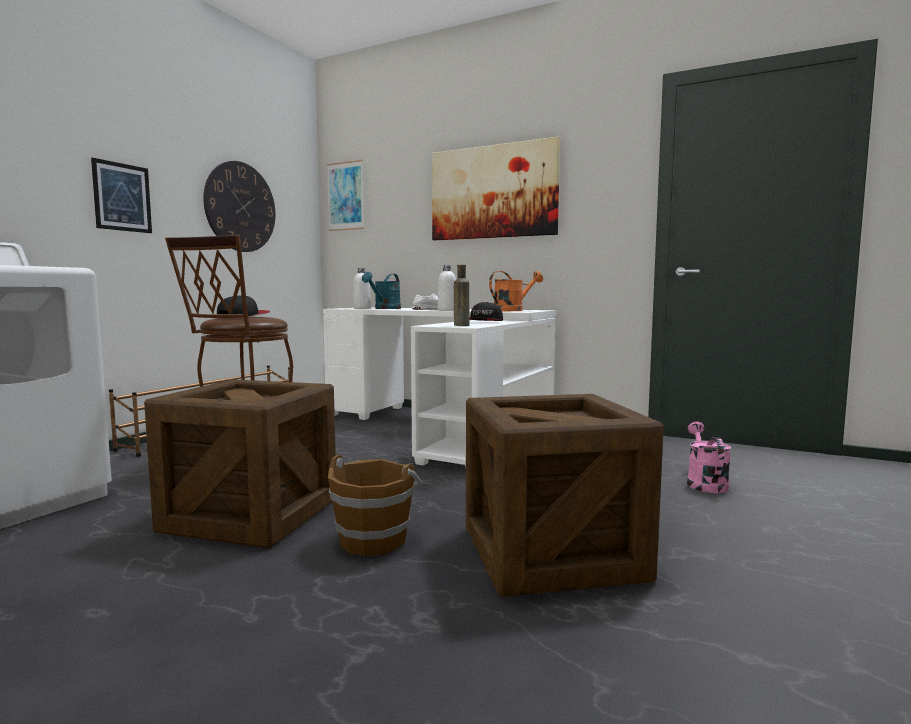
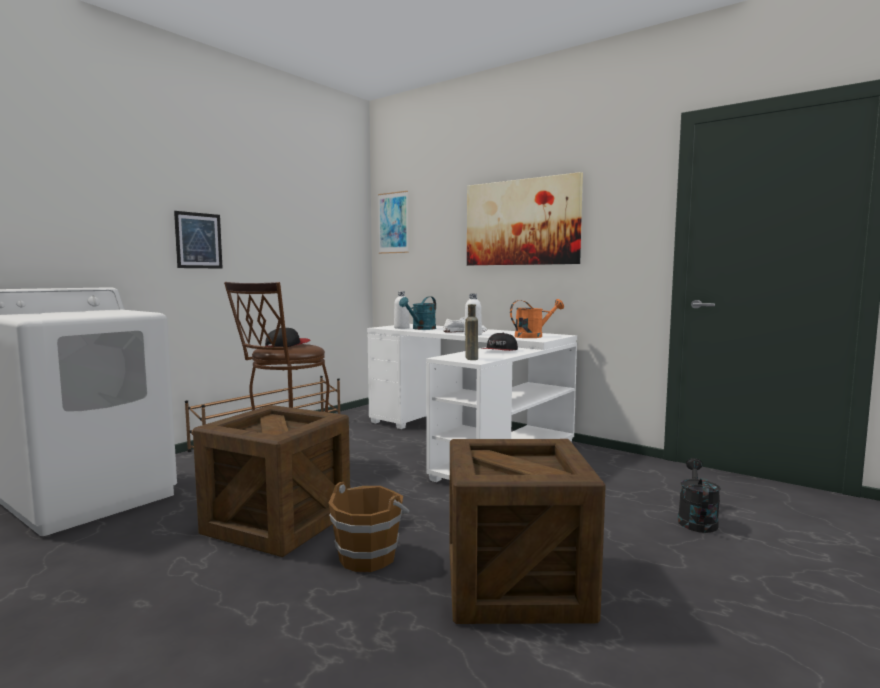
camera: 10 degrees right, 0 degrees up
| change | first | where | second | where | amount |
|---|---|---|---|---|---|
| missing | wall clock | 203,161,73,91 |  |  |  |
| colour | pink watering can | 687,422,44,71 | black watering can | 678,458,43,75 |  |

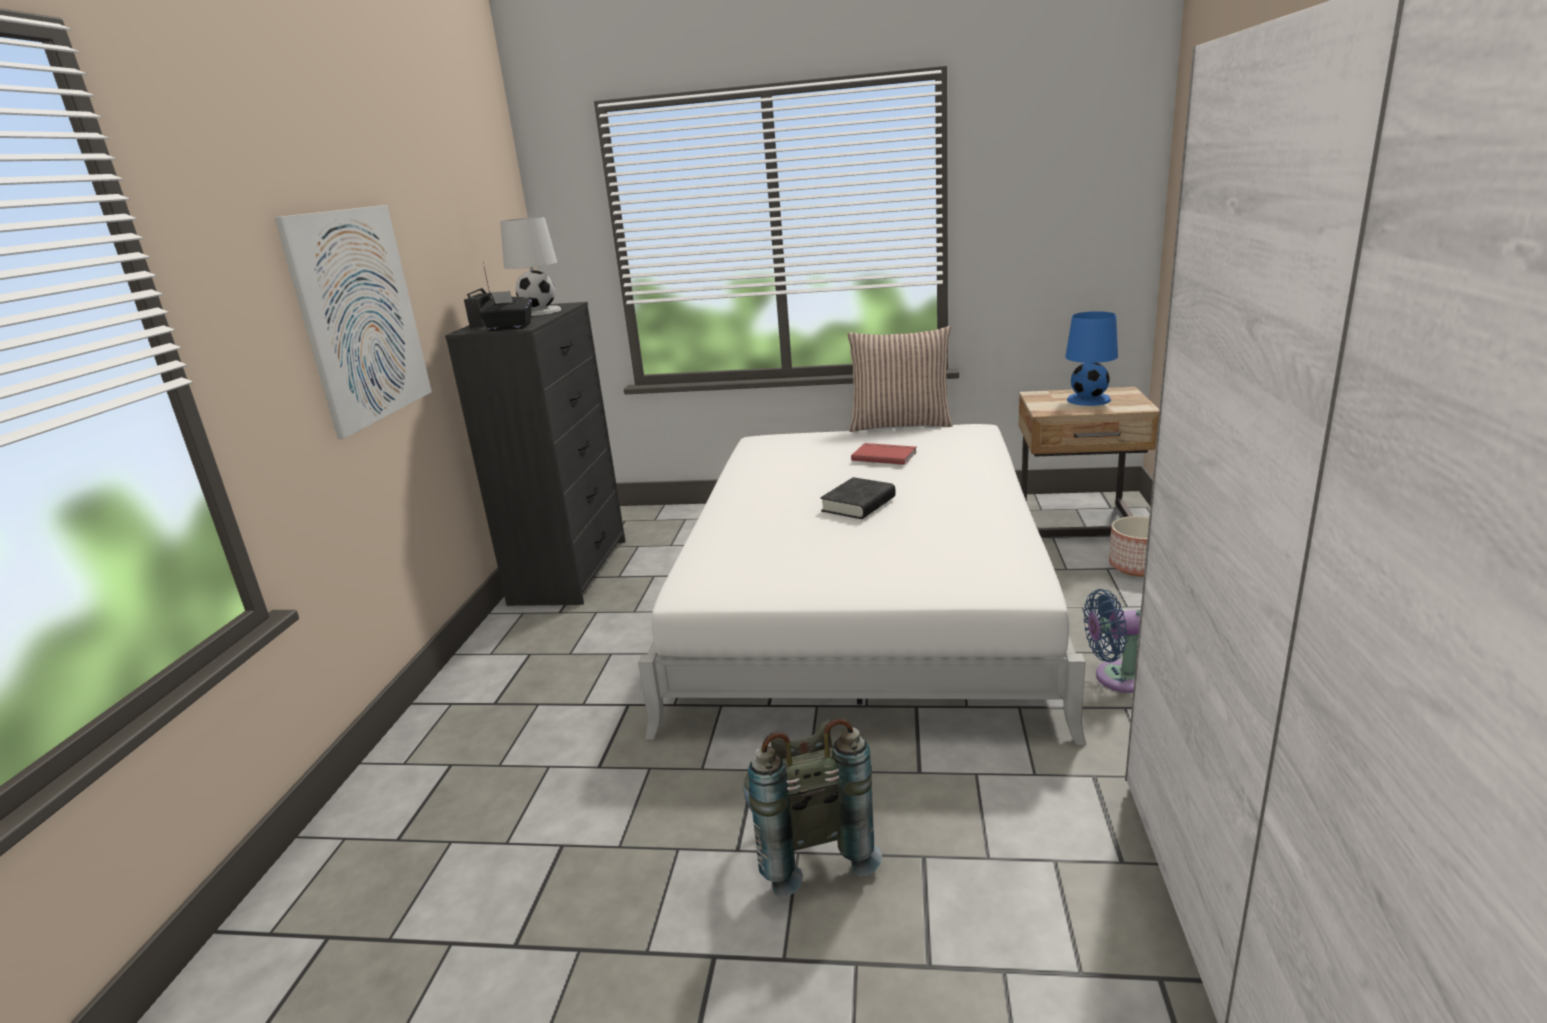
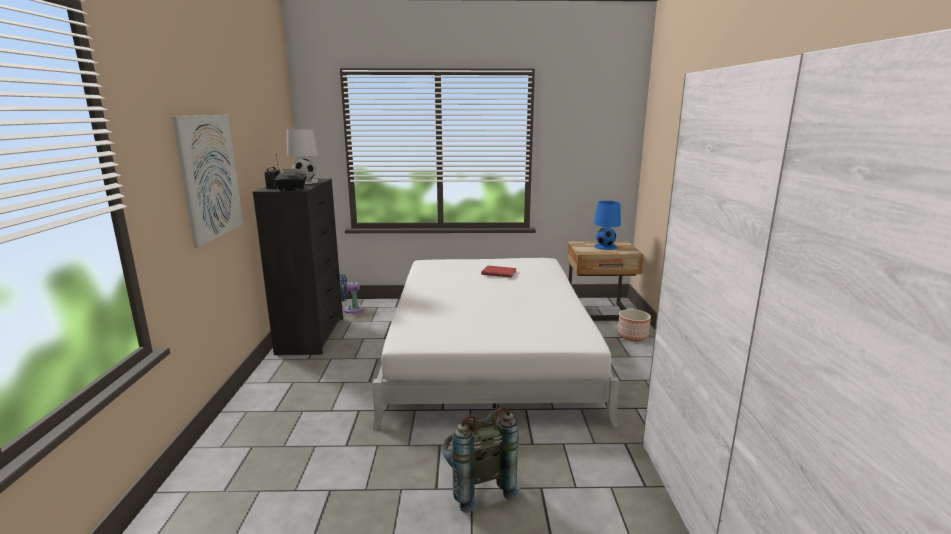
camera: 10 degrees left, 5 degrees down
| change | first | where | second | where | amount |
|---|---|---|---|---|---|
| missing | pillow | 847,326,106,106 |  |  |  |
| missing | black book | 820,477,76,42 |  |  |  |
| relocated | blue fan | 1084,589,57,104 |  | 340,274,24,39 |  |

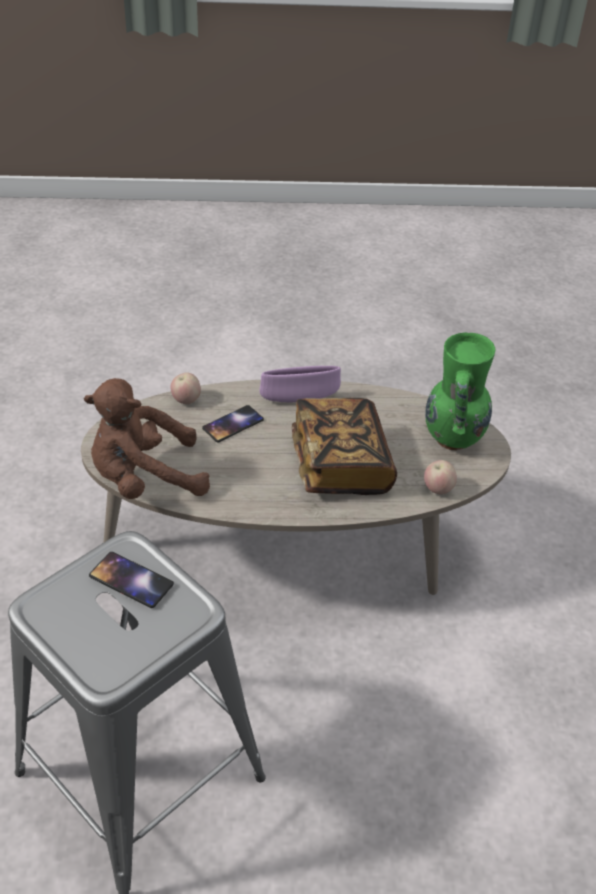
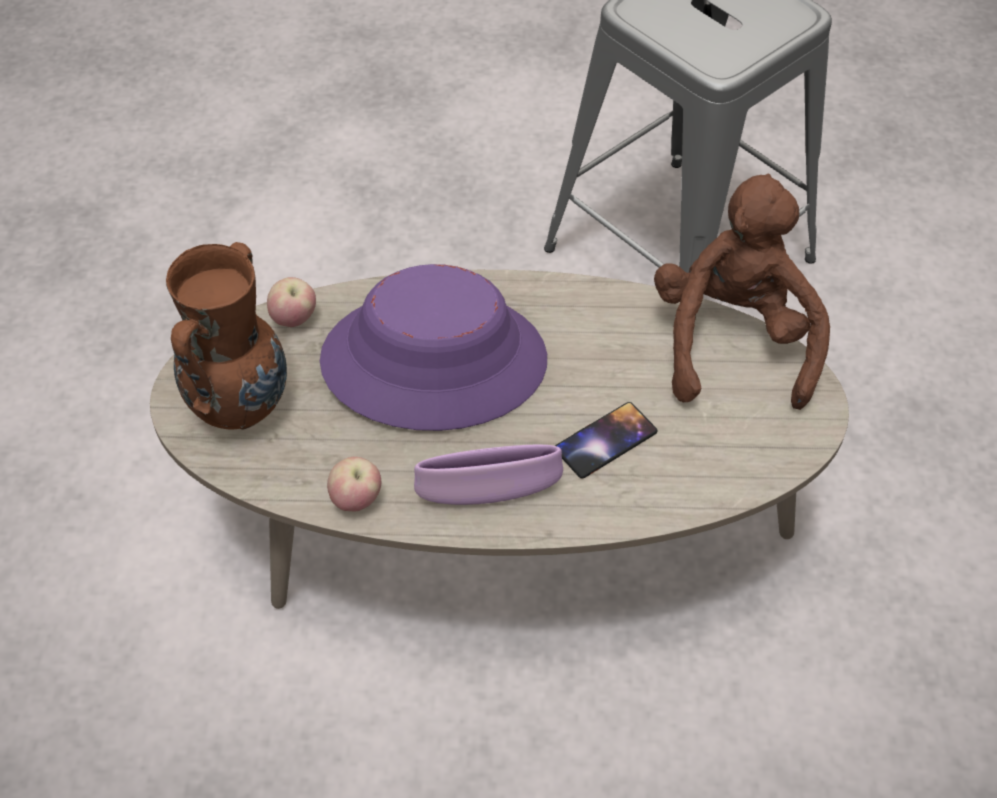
camera: 175 degrees left, 10 degrees up
| change | first | where | second | where | amount |
|---|---|---|---|---|---|
| colour | green vase | 425,332,70,119 | brown vase | 166,242,121,188 |  |
| relocated | apple | 171,372,30,32 |  | 327,457,54,54 |  |
| spun | brown plush toy | 84,378,126,121 |  | 654,174,176,236 | 75 degrees counterclockwise |
| exchanged | book | 292,398,105,97 | purple hat | 320,264,227,167 |  |
| missing | phone | 89,552,85,56 |  |  |  |

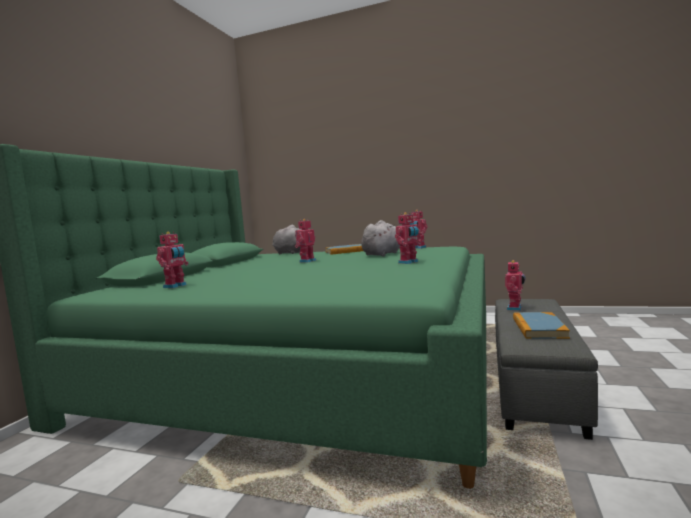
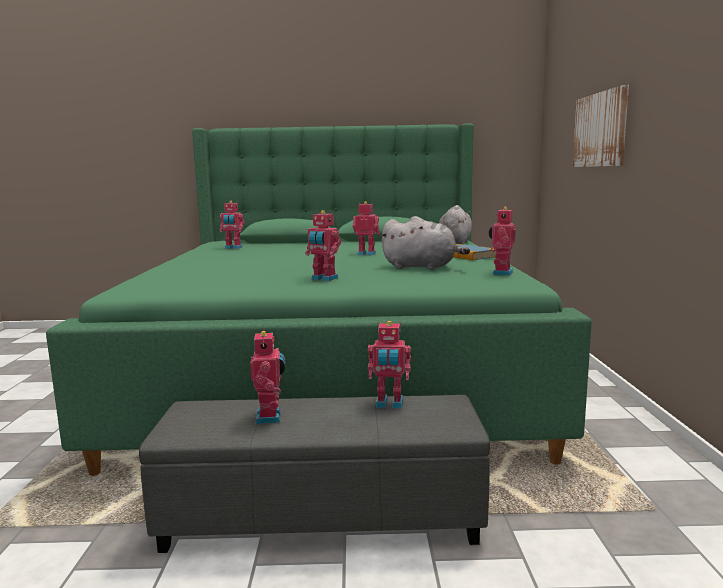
camera: 70 degrees right, 5 degrees up
| change | first | where | second | where | amount |
|---|---|---|---|---|---|
| exchanged | book | 513,312,57,27 | toy robot | 250,329,35,95 |  |
| appeared |  |  | picture | 573,85,56,82 |  |

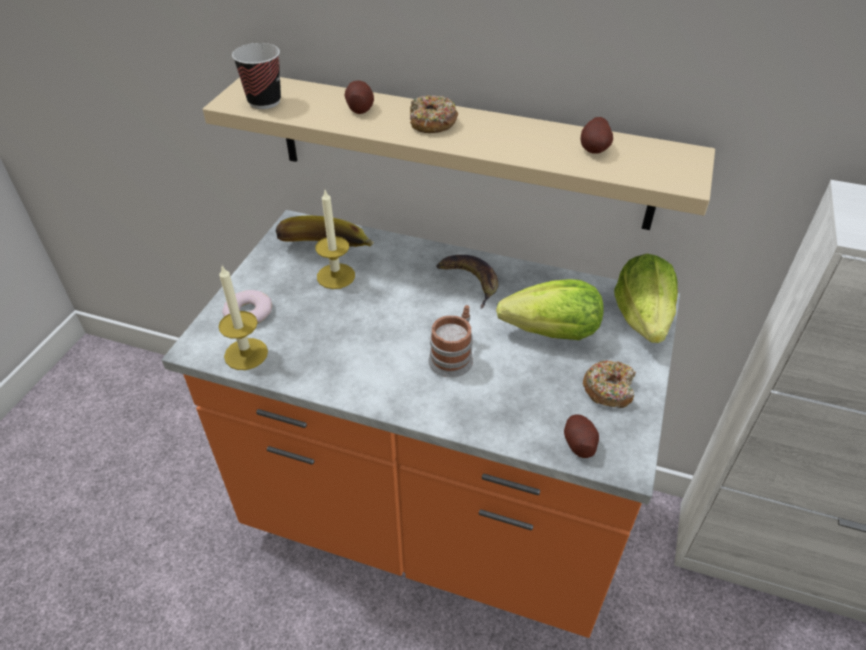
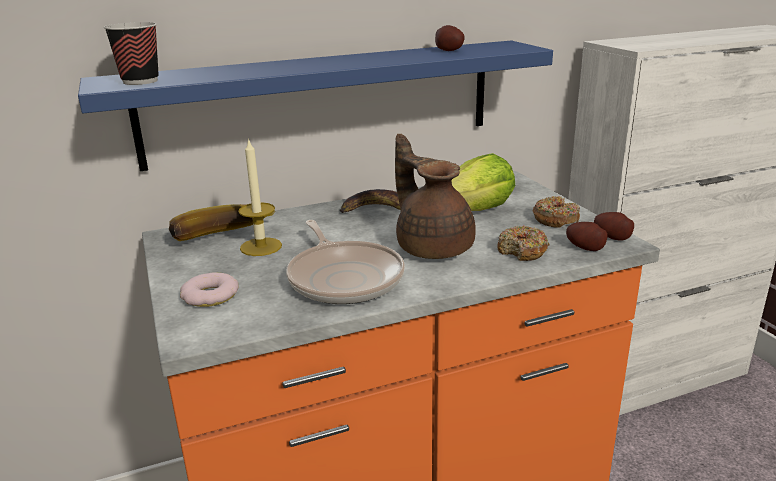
camera: 40 degrees left, 20 degrees down
| change | first | where | second | where | amount |
|---|---|---|---|---|---|
| colour | beige shelf | 203,77,512,153 | blue shelf | 78,40,475,131 |  |
| relocated | potato | 344,81,30,33 |  | 594,212,40,29 |  |
| relocated | donut | 410,95,48,38 |  | 497,225,53,36 |  |
| missing | lettuce | 614,254,64,89 |  |  |  |
| missing | candle | 218,266,50,104 |  |  |  |
| exchanged | mug | 428,305,45,73 | brown teapot | 395,134,81,125 |  |
| appeared |  |  | frying pan | 286,220,119,84 |  |

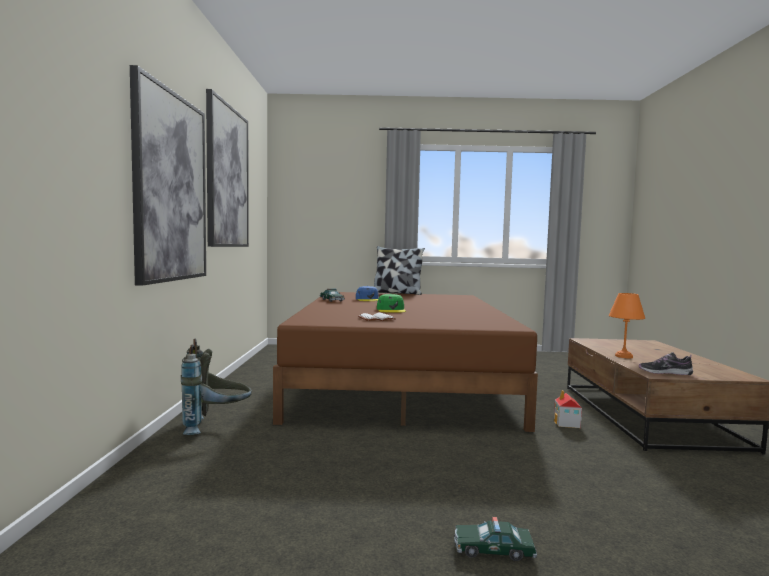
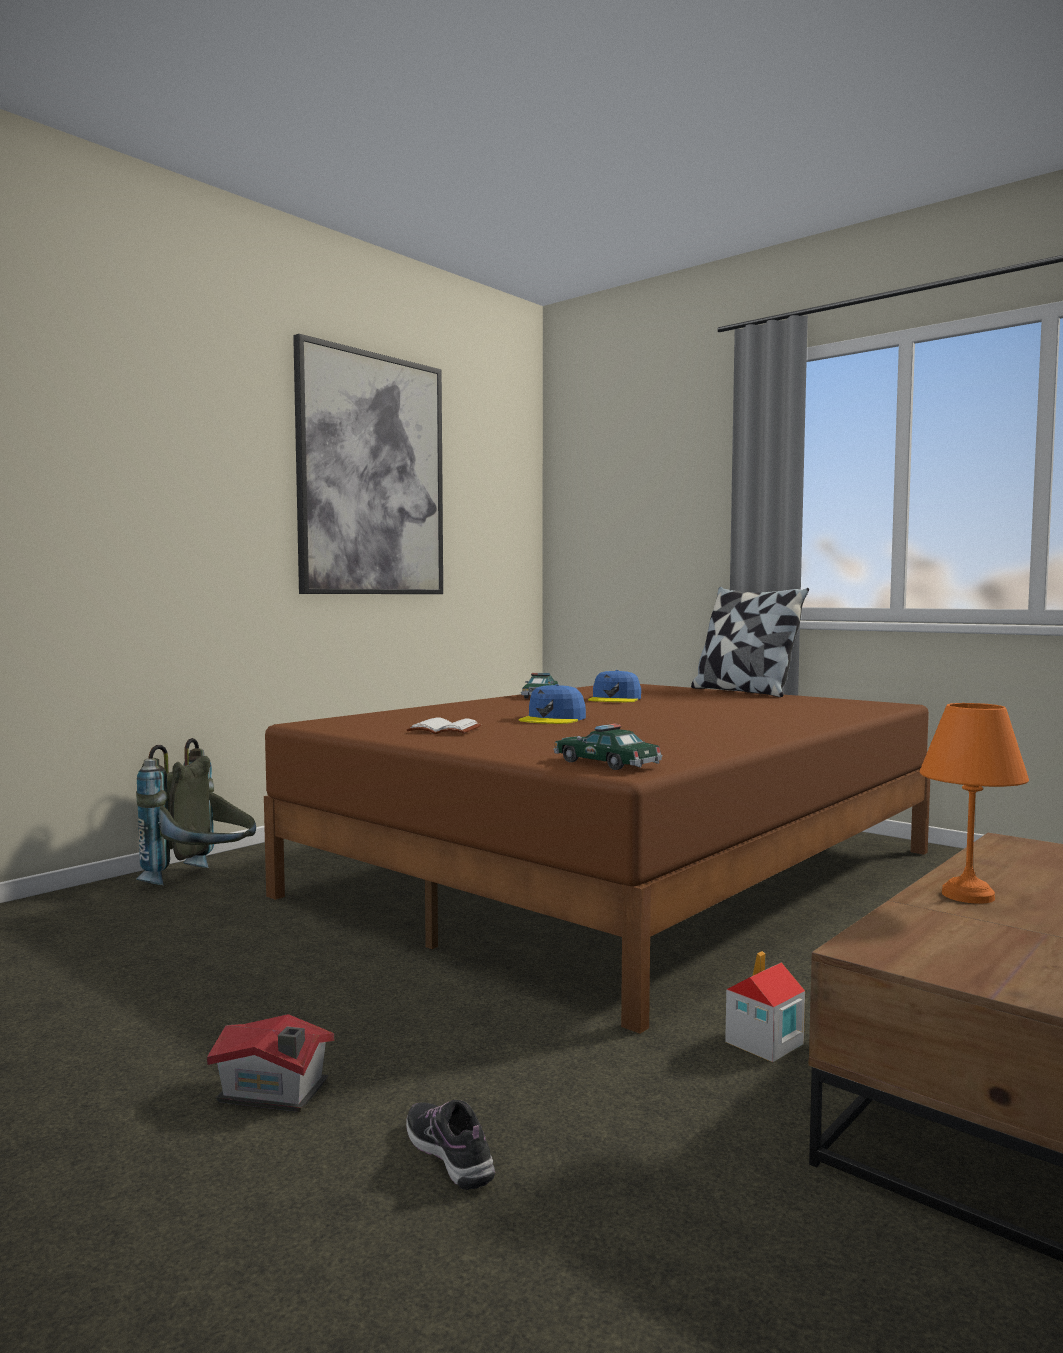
camera: 40 degrees right, 0 degrees up
| change | first | where | second | where | amount |
|---|---|---|---|---|---|
| missing | picture | 130,65,76,221 |  |  |  |
| colour | green cap | 377,294,29,19 | blue cap | 519,684,67,40 |  |
| relocated | shoe | 639,352,54,23 |  | 406,1100,89,90 |  |
| relocated | toy car | 454,517,83,44 |  | 553,724,109,46 |  |
| appeared |  |  | toy house | 207,1014,127,98 |  |

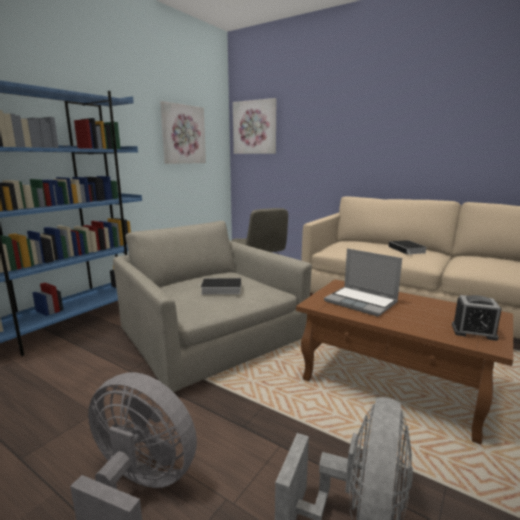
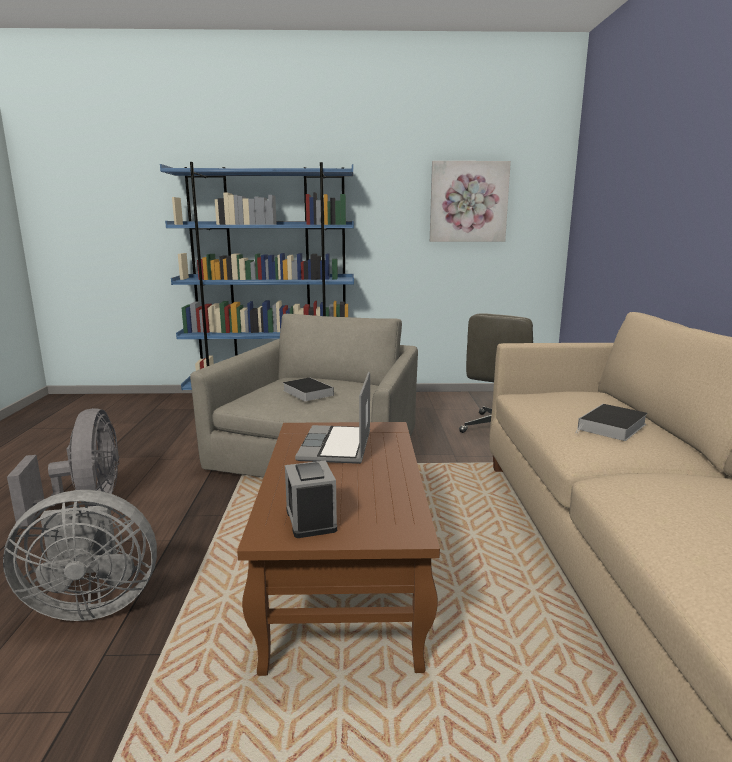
camera: 55 degrees right, 0 degrees up
| change | first | where | second | where | amount |
|---|---|---|---|---|---|
| missing | picture | 233,98,43,56 |  |  |  |

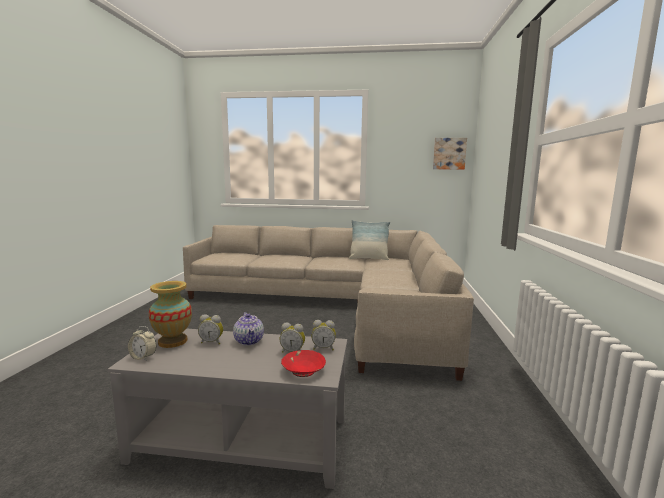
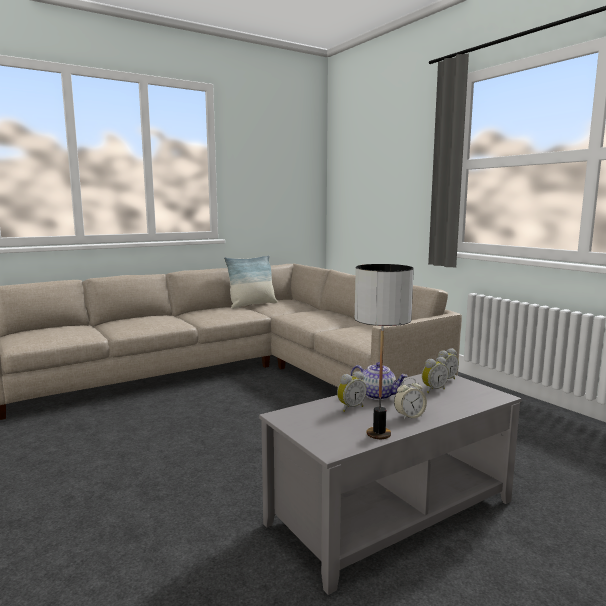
camera: 40 degrees left, 0 degrees up
| change | first | where | second | where | amount |
|---|---|---|---|---|---|
| missing | picture | 433,138,34,32 |  |  |  |
| missing | vase | 149,281,43,67 |  |  |  |
| relocated | alarm clock | 128,326,29,35 |  | 394,378,33,41 |  |
| missing | red bowl | 281,350,45,27 |  |  |  |
| appeared |  |  | table lamp | 355,264,59,175 |  |

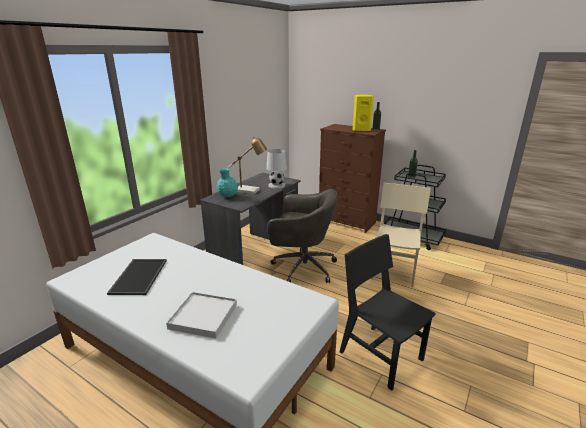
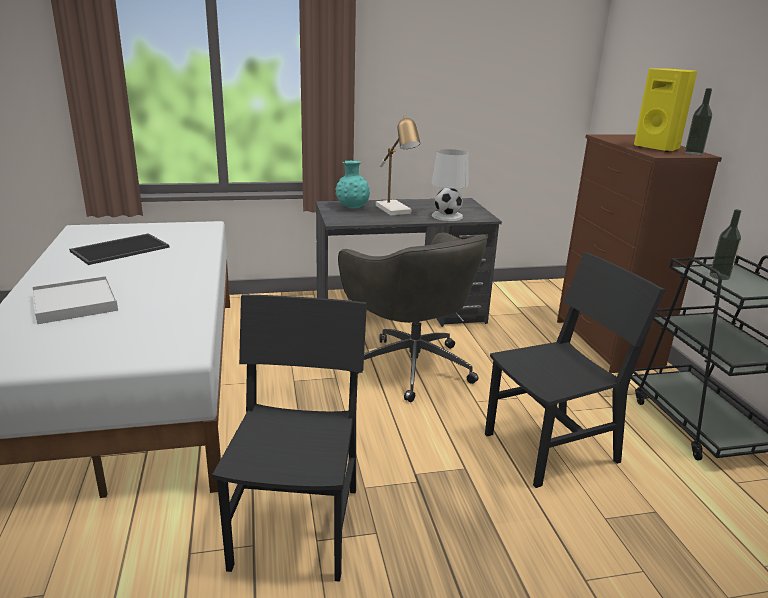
camera: 45 degrees right, 0 degrees up
| change | first | where | second | where | amount |
|---|---|---|---|---|---|
| colour | beige chair | 371,183,60,104 | black chair | 485,252,180,236 |  |

